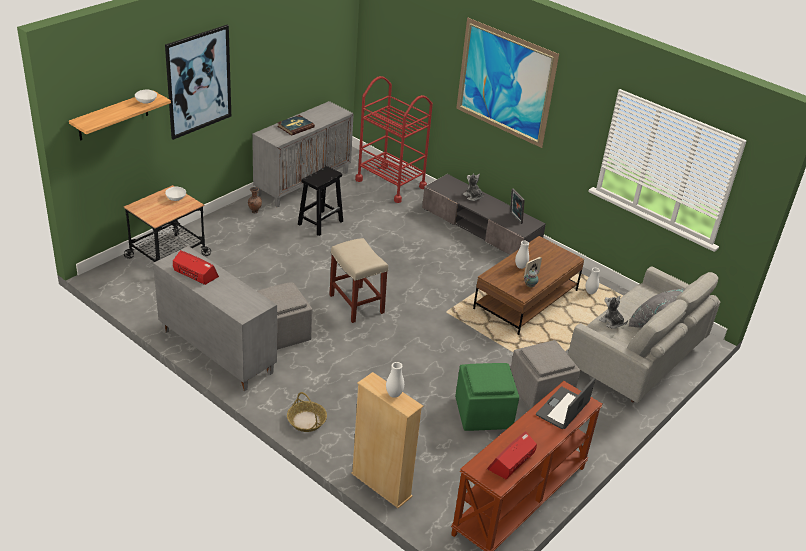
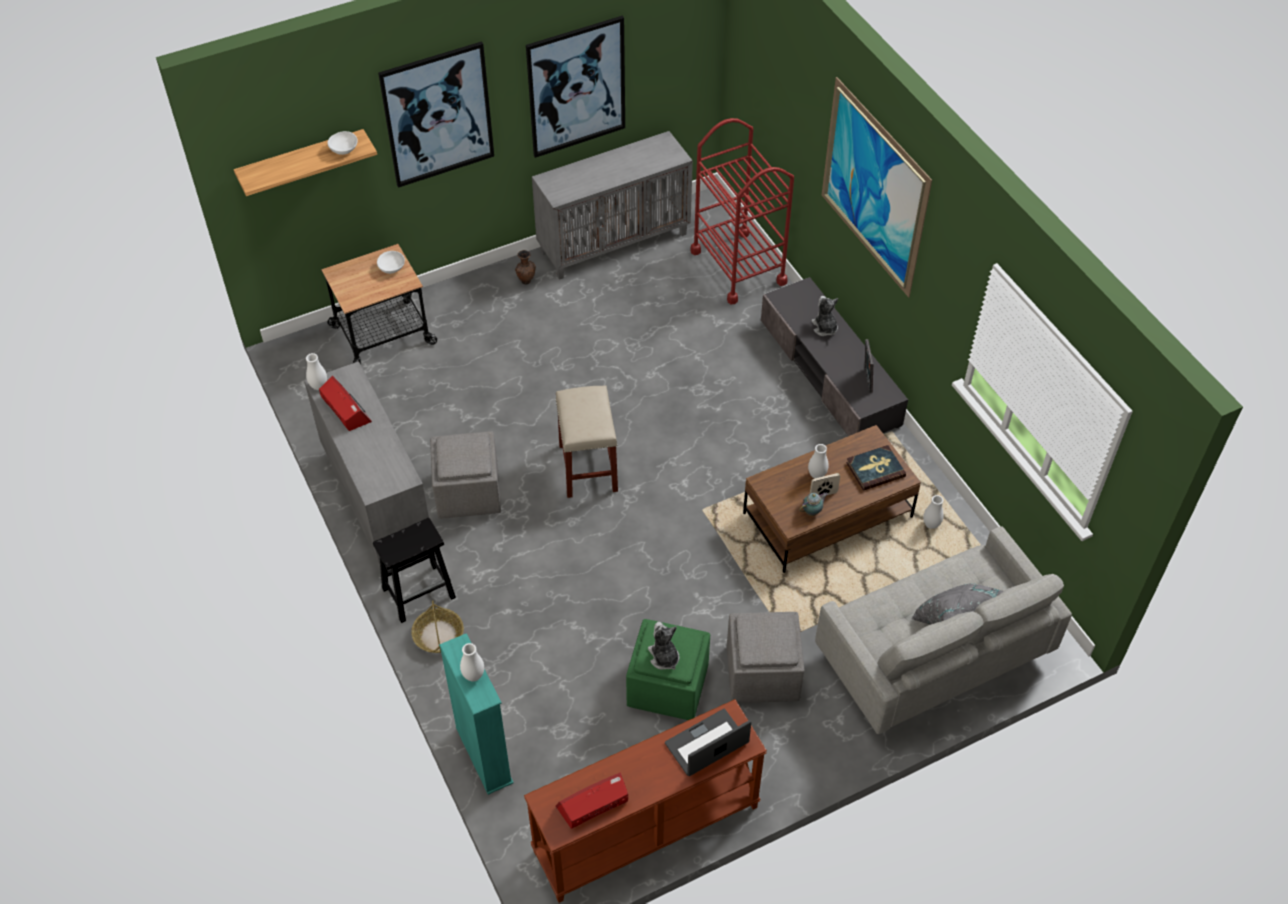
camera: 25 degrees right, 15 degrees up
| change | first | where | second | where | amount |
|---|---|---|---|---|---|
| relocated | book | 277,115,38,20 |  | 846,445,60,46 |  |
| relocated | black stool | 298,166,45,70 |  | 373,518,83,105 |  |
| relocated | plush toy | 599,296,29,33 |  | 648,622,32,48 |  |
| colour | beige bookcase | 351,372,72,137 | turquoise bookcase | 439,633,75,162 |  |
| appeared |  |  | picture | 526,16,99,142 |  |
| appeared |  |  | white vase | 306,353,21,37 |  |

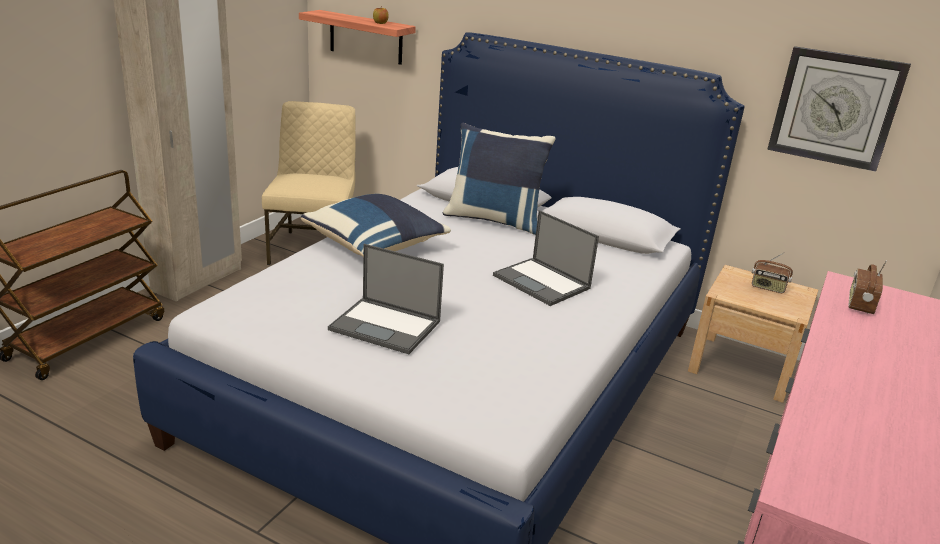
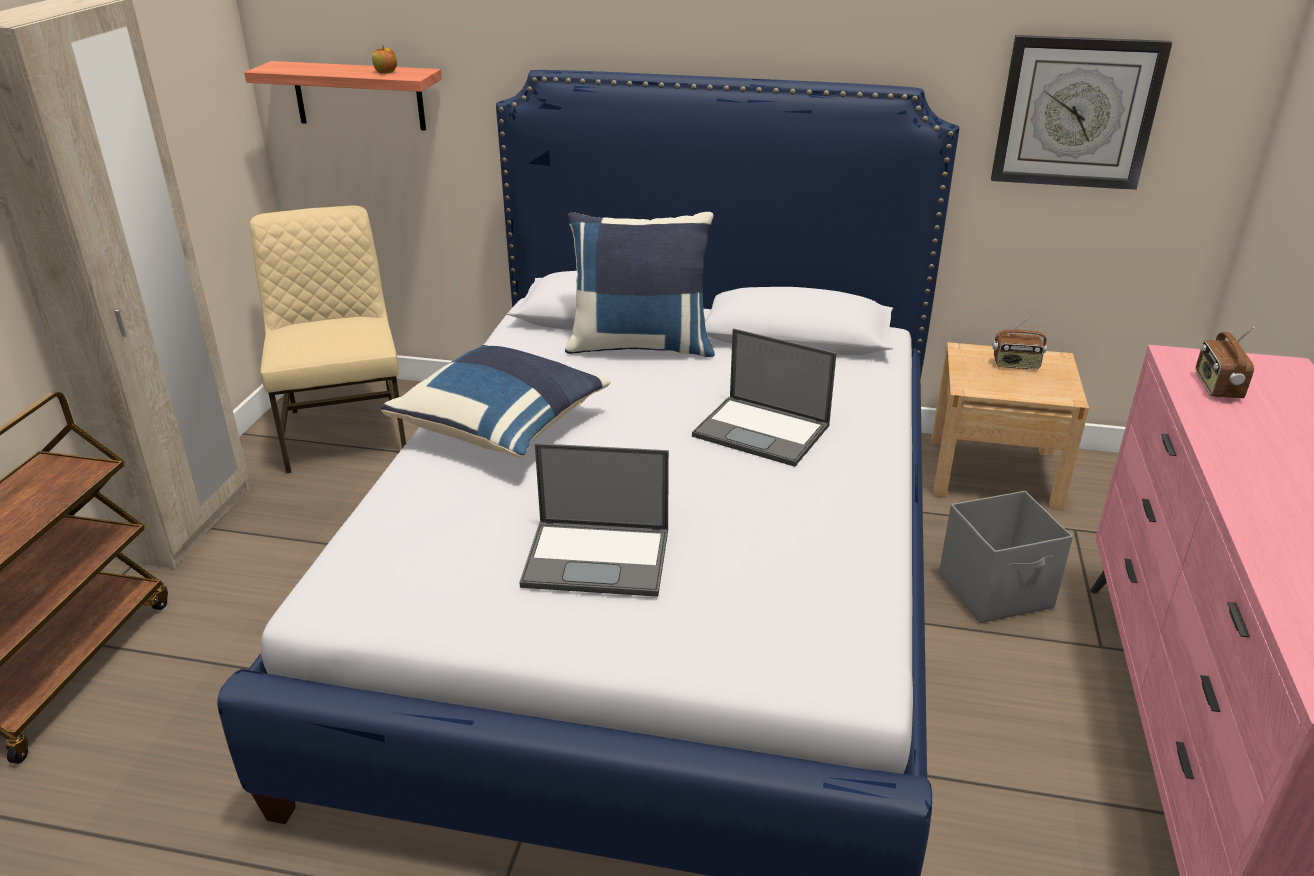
camera: 15 degrees left, 5 degrees up
| change | first | where | second | where | amount |
|---|---|---|---|---|---|
| appeared |  |  | grey storage box | 939,491,134,132 |  |

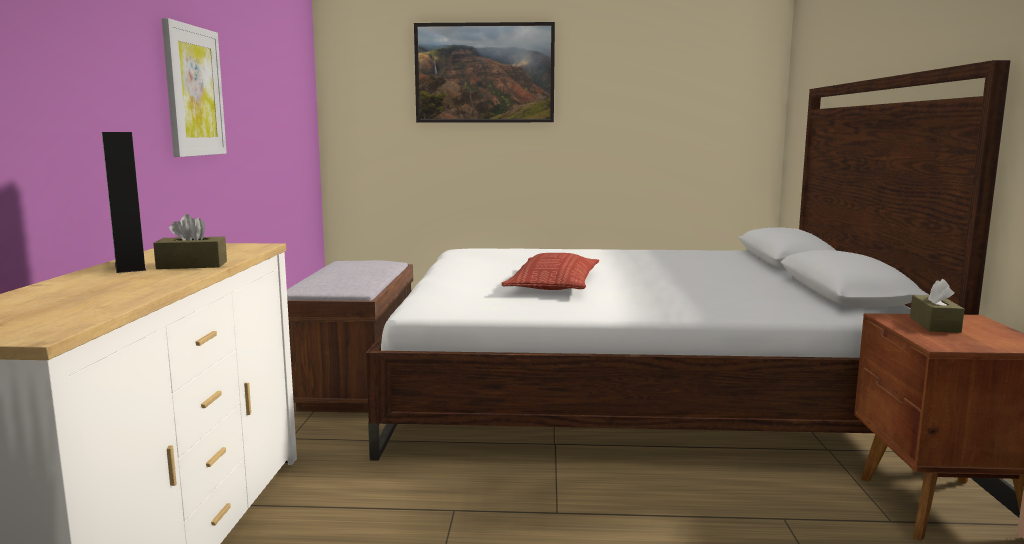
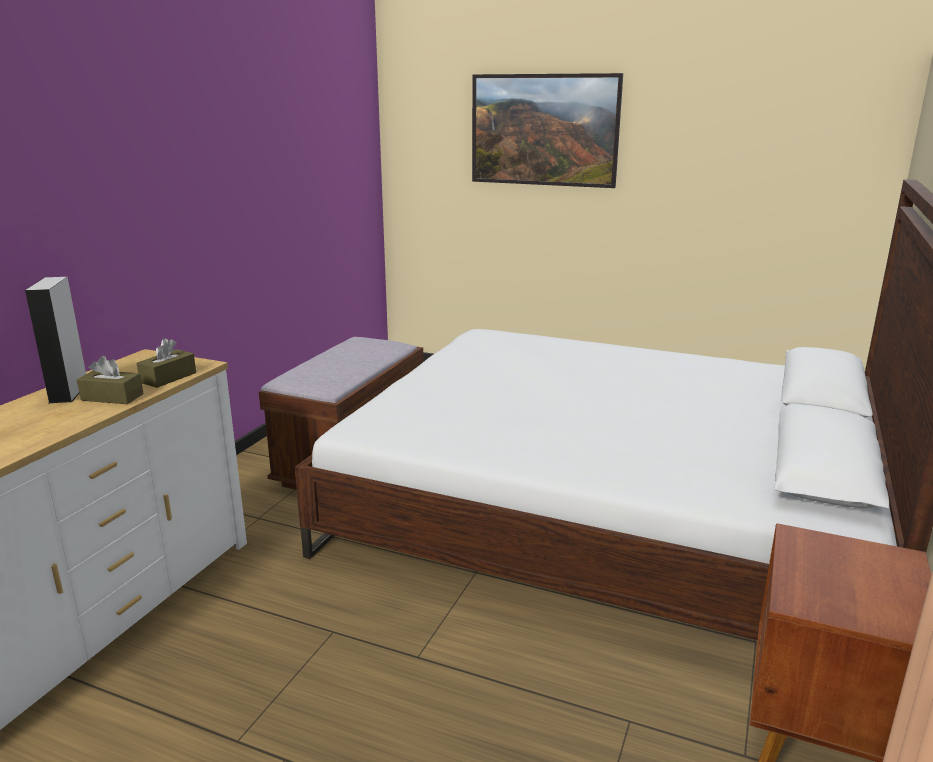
camera: 20 degrees right, 10 degrees up
| change | first | where | second | where | amount |
|---|---|---|---|---|---|
| missing | picture | 162,18,65,139 |  |  |  |
| missing | pillow | 502,253,97,37 |  |  |  |
| relocated | brown tissue box | 910,279,55,54 |  | 136,338,60,50 |  |

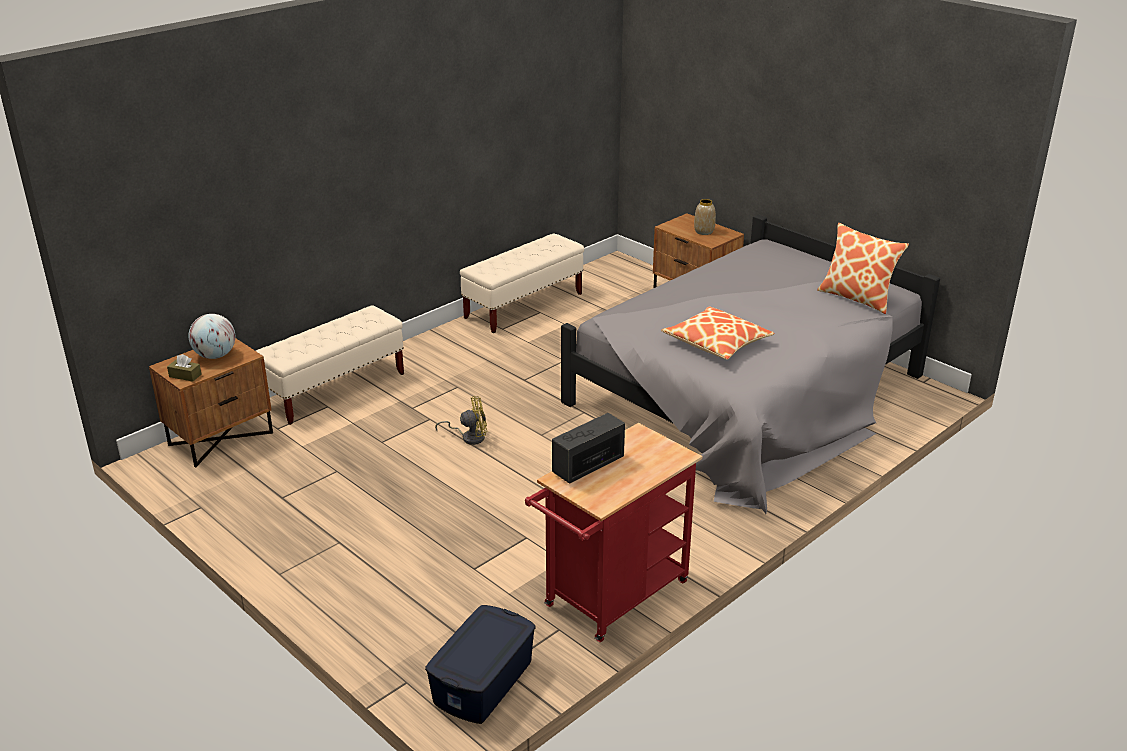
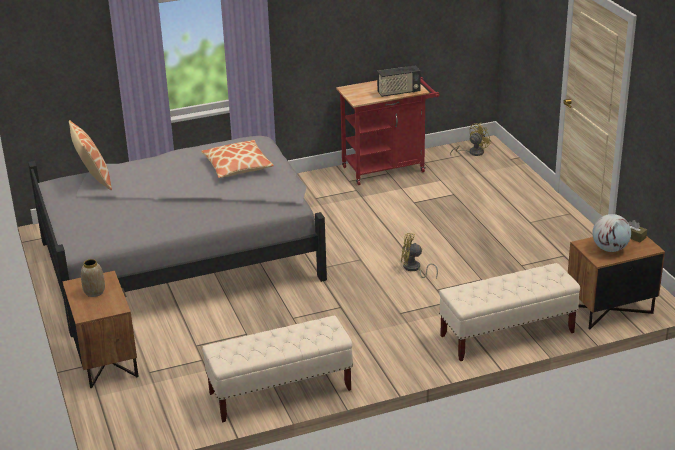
camera: 155 degrees left, 0 degrees up
| change | first | where | second | where | amount |
|---|---|---|---|---|---|
| exchanged | blue storage box | 425,605,111,119 | yellow fan | 450,123,41,33 |  |

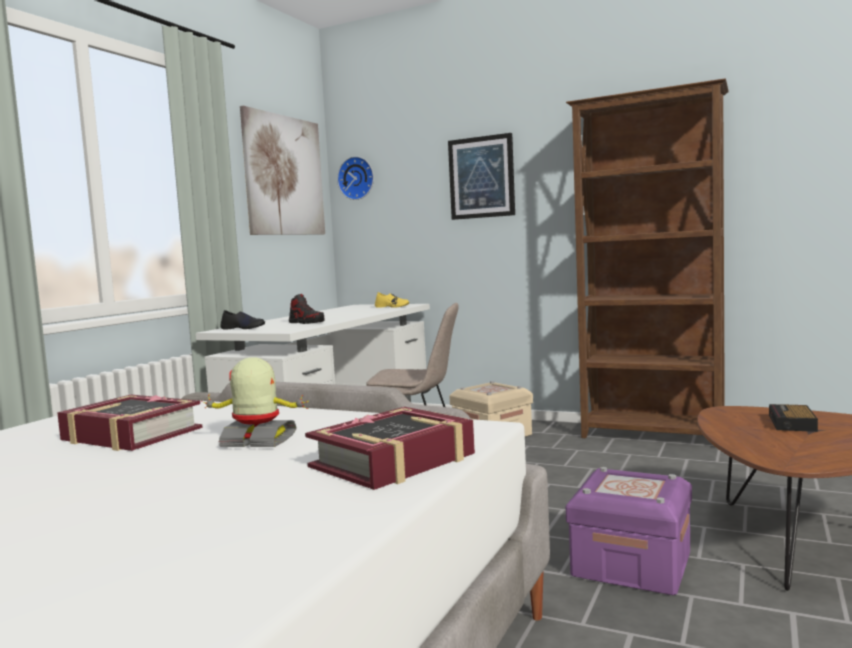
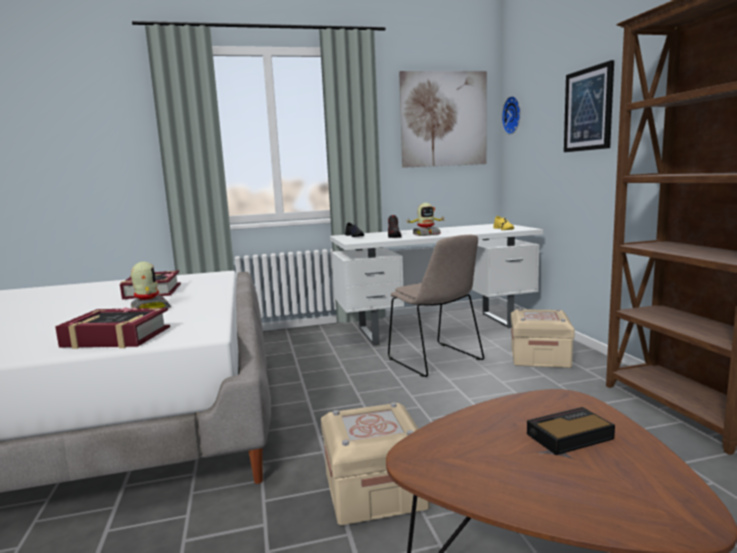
camera: 50 degrees right, 5 degrees up
| change | first | where | second | where | amount |
|---|---|---|---|---|---|
| colour | purple storage box | 566,467,126,128 | beige storage box | 321,402,109,123 |  |
| appeared |  |  | toy robot | 407,203,39,33 |  |

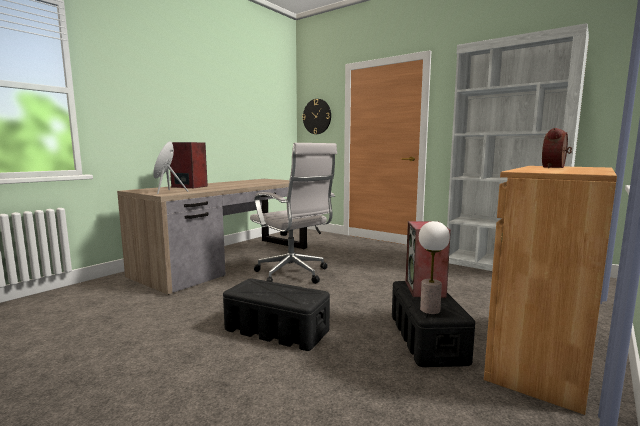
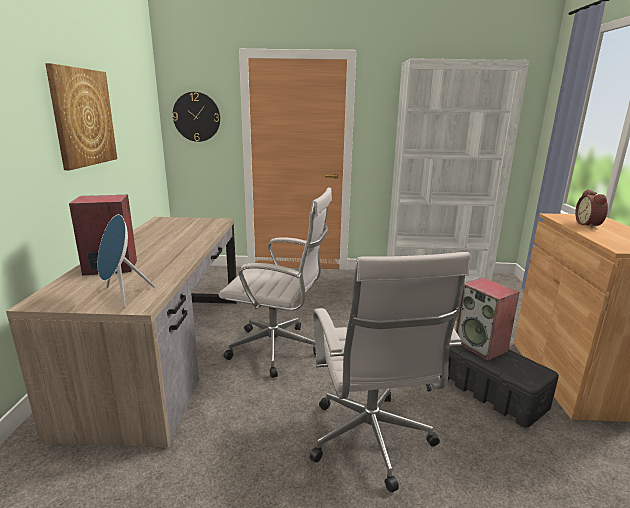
camera: 35 degrees left, 10 degrees up
| change | first | where | second | where | amount |
|---|---|---|---|---|---|
| missing | table lamp | 419,221,31,93 |  |  |  |
| exchanged | black storage box | 223,278,107,73 | white office chair | 310,252,160,241 |  |
| appeared |  |  | picture | 45,63,72,107 |  |

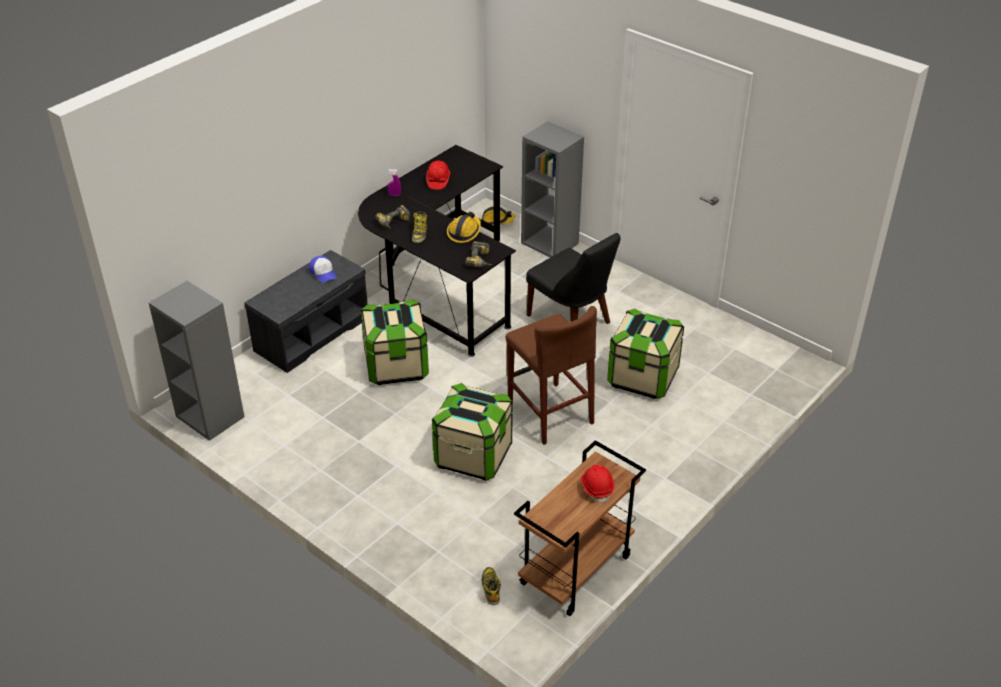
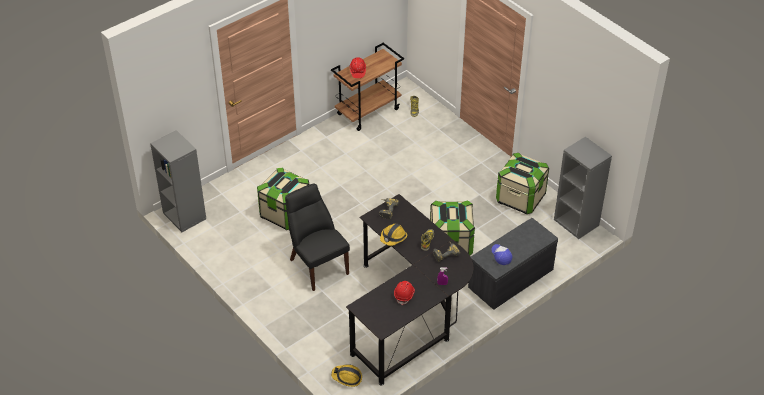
camera: 170 degrees left, 5 degrees up
| change | first | where | second | where | amount |
|---|---|---|---|---|---|
| relocated | grey bookcase | 521,121,63,137 |  | 150,130,56,102 |  |
| missing | brown stool | 506,306,91,139 |  |  |  |
| relocated | storage box | 432,383,81,98 |  | 496,153,53,61 |  |

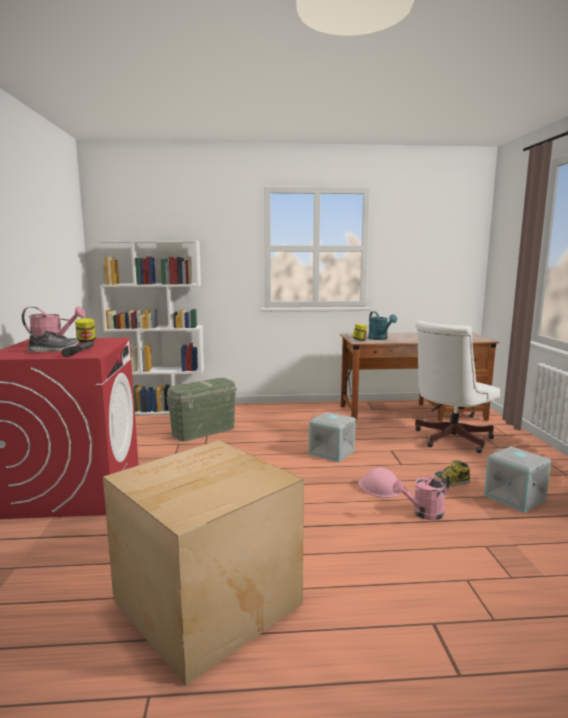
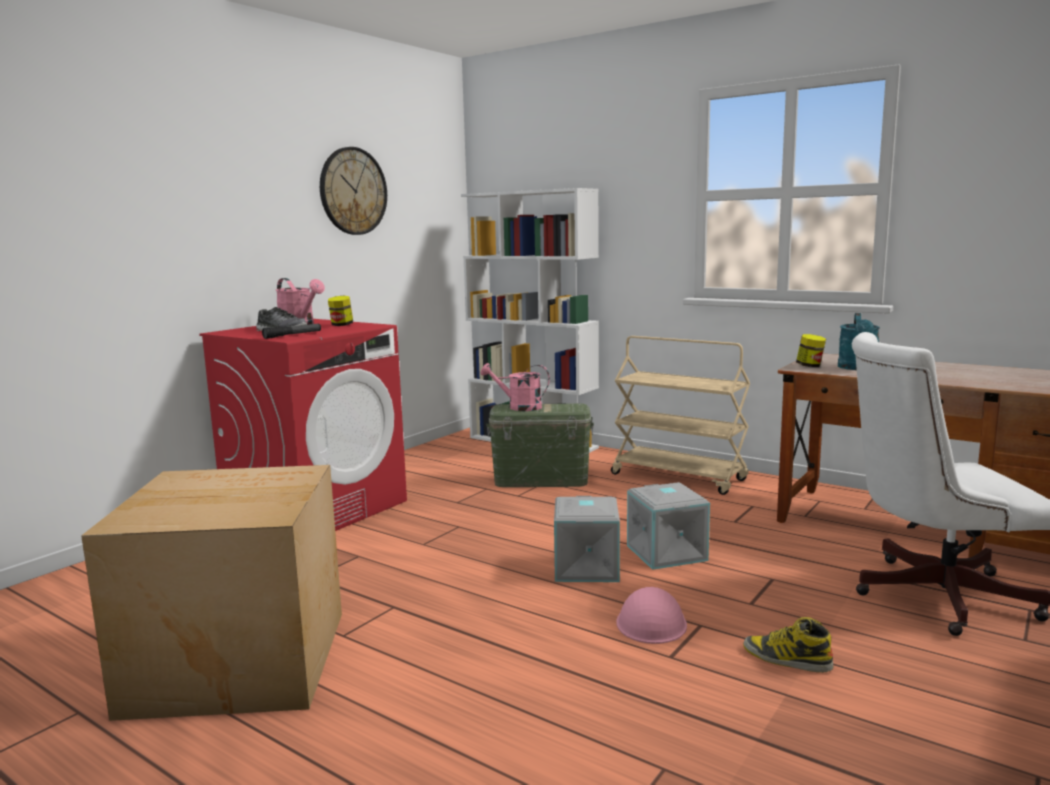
camera: 40 degrees right, 0 degrees up
| change | first | where | second | where | amount |
|---|---|---|---|---|---|
| relocated | grey storage box | 484,446,67,67 |  | 554,496,66,86 |  |
| relocated | pink watering can | 392,471,58,49 |  | 481,363,69,48 |  |
| appeared |  |  | wall clock | 320,147,67,88 |  |
| appeared |  |  | beige cart | 611,336,139,159 |  |

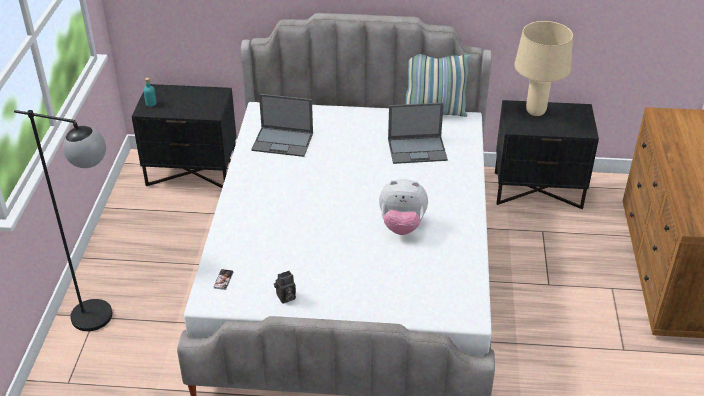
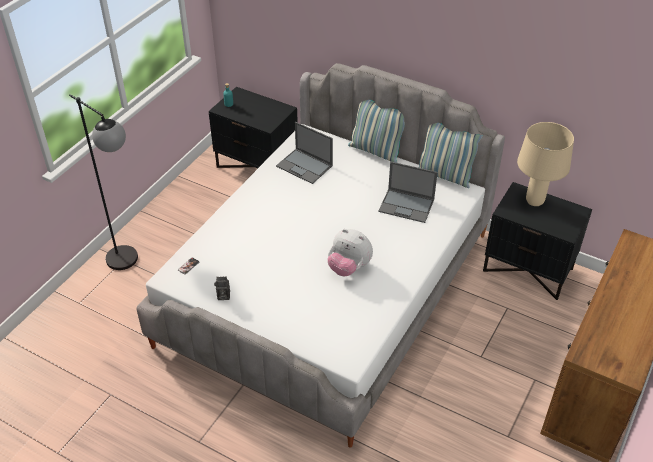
camera: 25 degrees right, 5 degrees up
| change | first | where | second | where | amount |
|---|---|---|---|---|---|
| appeared |  |  | pillow | 348,100,57,63 |  |

